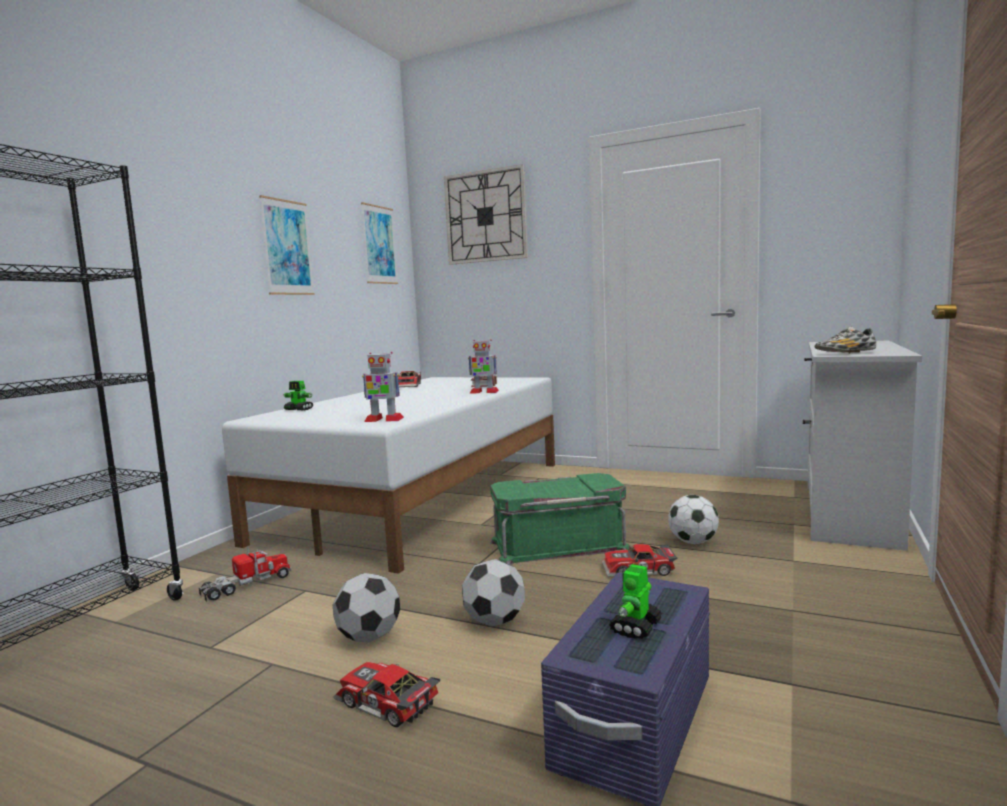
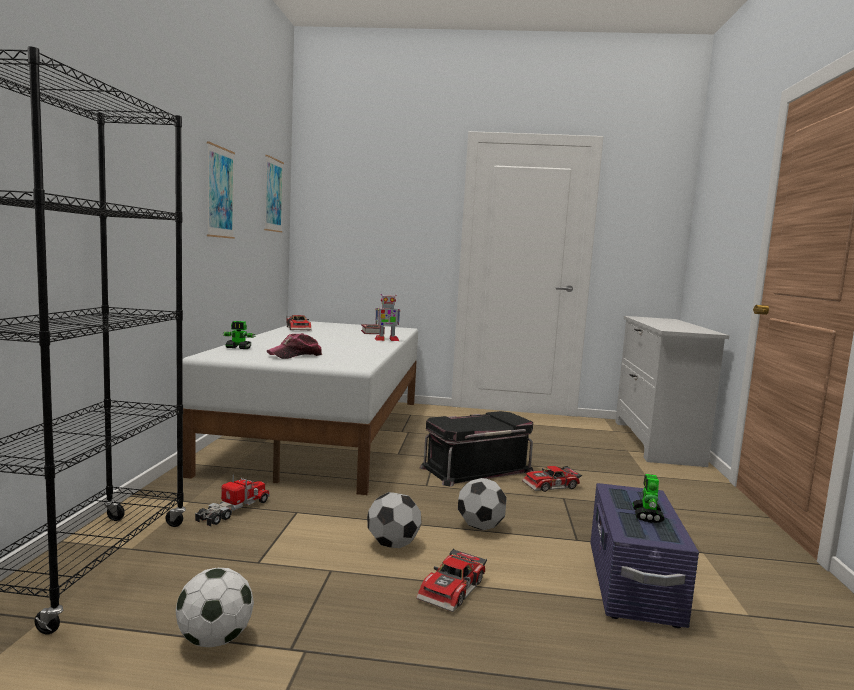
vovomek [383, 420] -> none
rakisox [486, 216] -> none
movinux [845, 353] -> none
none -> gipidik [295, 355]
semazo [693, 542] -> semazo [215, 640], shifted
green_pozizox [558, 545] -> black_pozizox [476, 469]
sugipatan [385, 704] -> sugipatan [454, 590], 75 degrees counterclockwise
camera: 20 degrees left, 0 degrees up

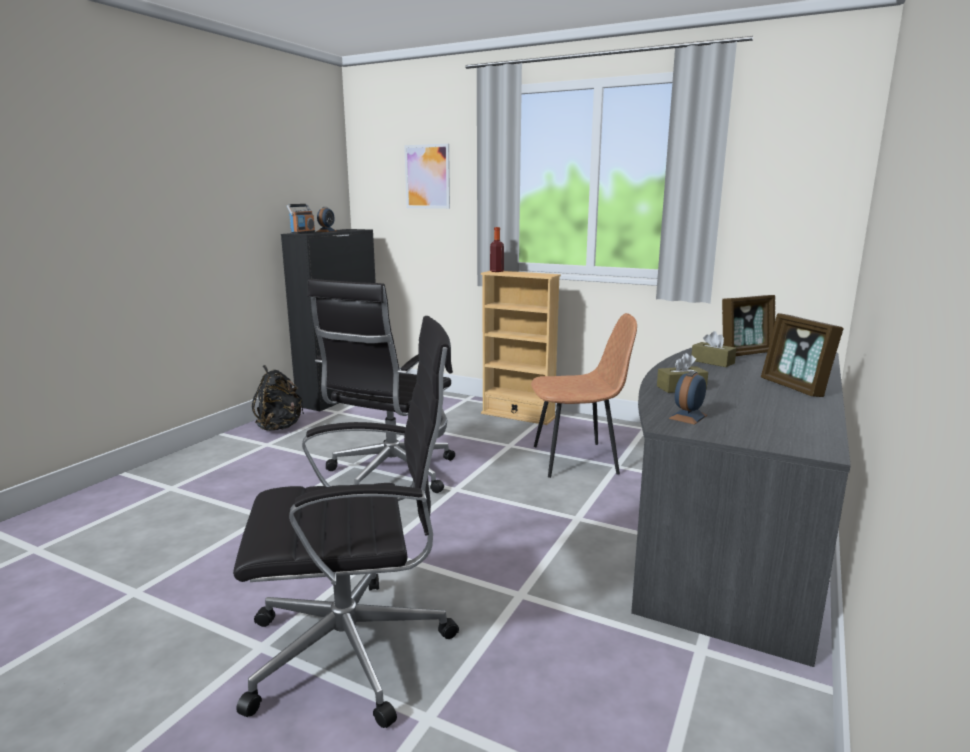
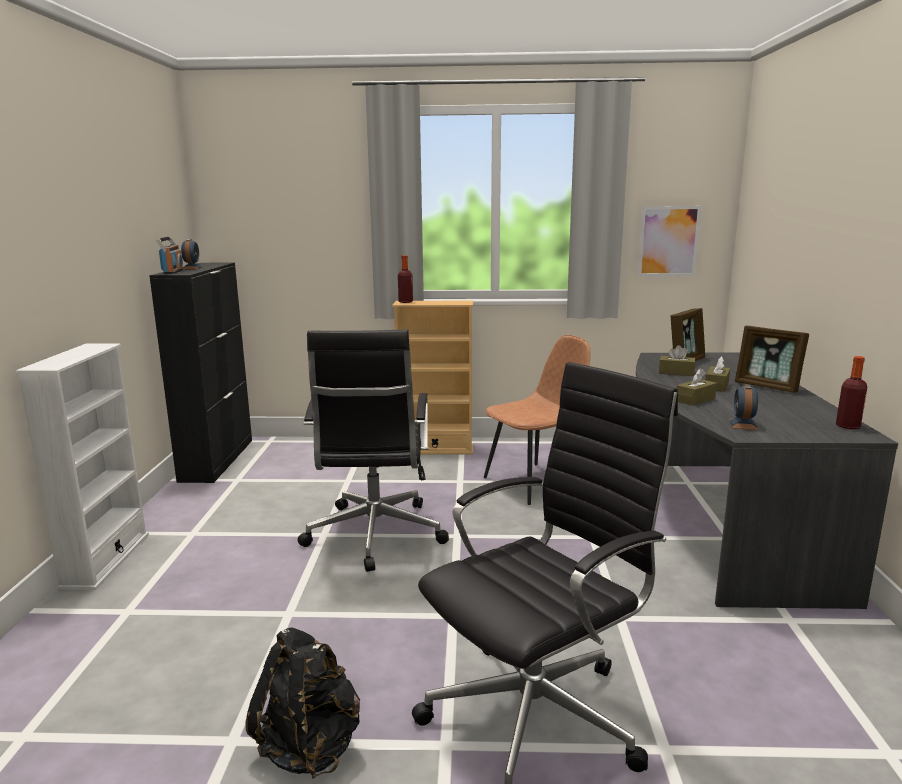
none -> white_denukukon [106, 560]
none -> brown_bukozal [716, 386]
none -> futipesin [848, 426]
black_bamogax [279, 427] -> black_bamogax [310, 745], shifted
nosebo [427, 176] -> nosebo [668, 241], shifted
camera: 25 degrees left, 0 degrees up

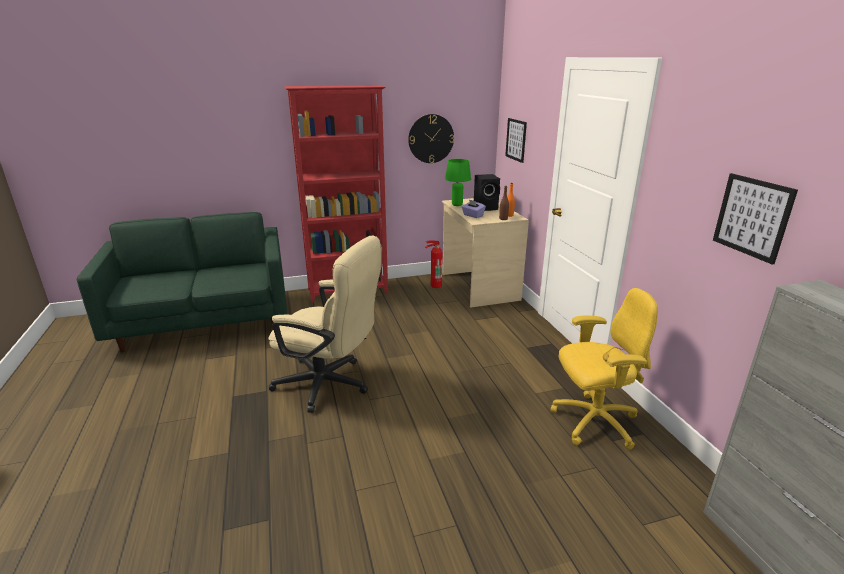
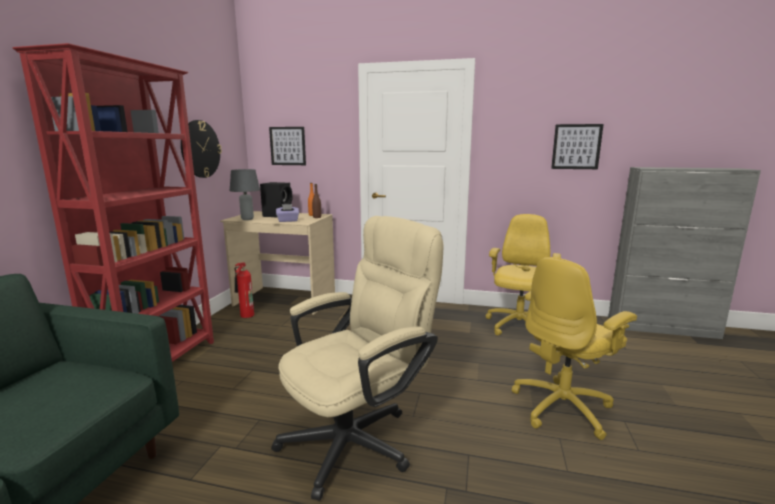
none -> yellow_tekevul [563, 407]
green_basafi [456, 205] -> grey_basafi [247, 219]
camera: 60 degrees left, 10 degrees down

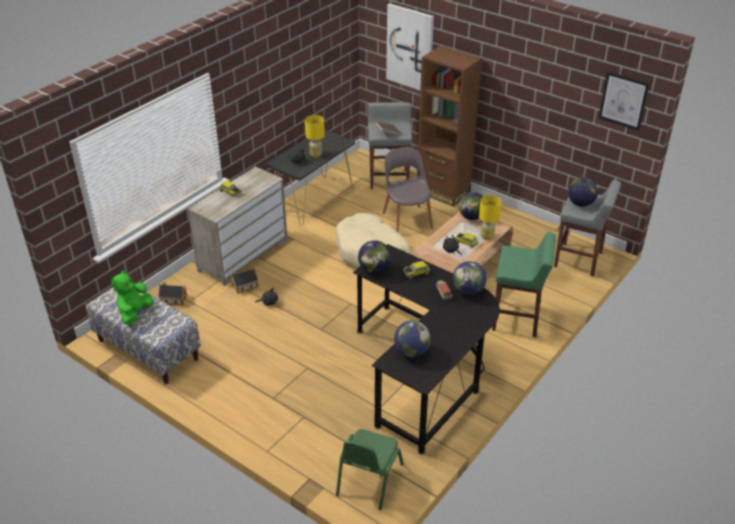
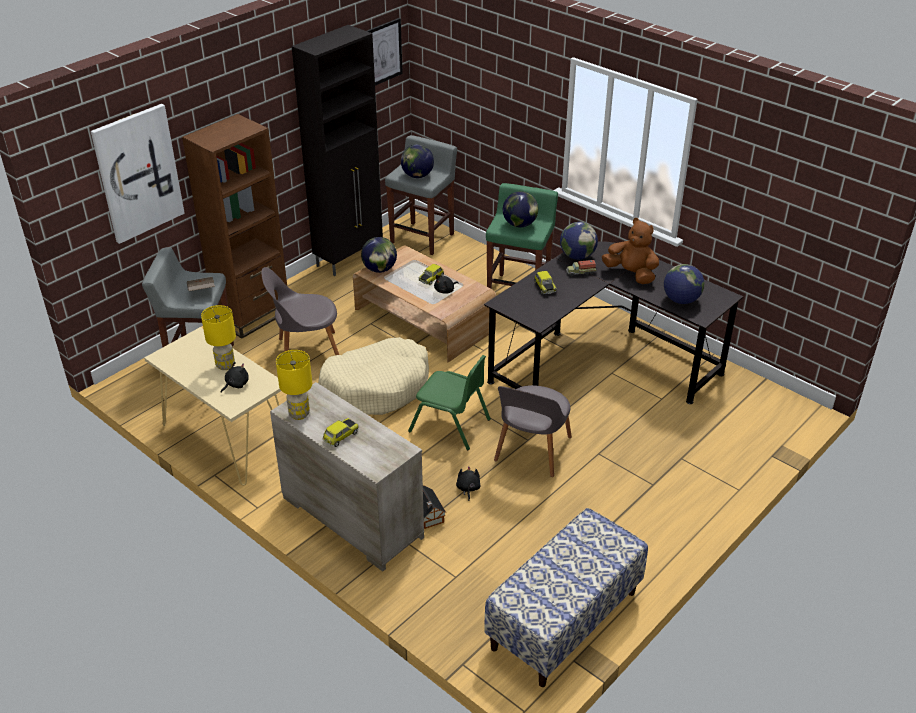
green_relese [135, 313] -> none
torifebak [173, 299] -> none
none -> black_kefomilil [349, 258]
none -> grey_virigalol [531, 451]
none -> brown_relese [631, 274]
green_virigalol [368, 479] -> green_virigalol [450, 425], shifted
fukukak [374, 269] -> fukukak [519, 224], shifted
yellow_basafi [487, 237] -> yellow_basafi [299, 414], shifted
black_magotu [313, 200] -> beige_magotu [226, 438]
camera: 85 degrees left, 0 degrees up

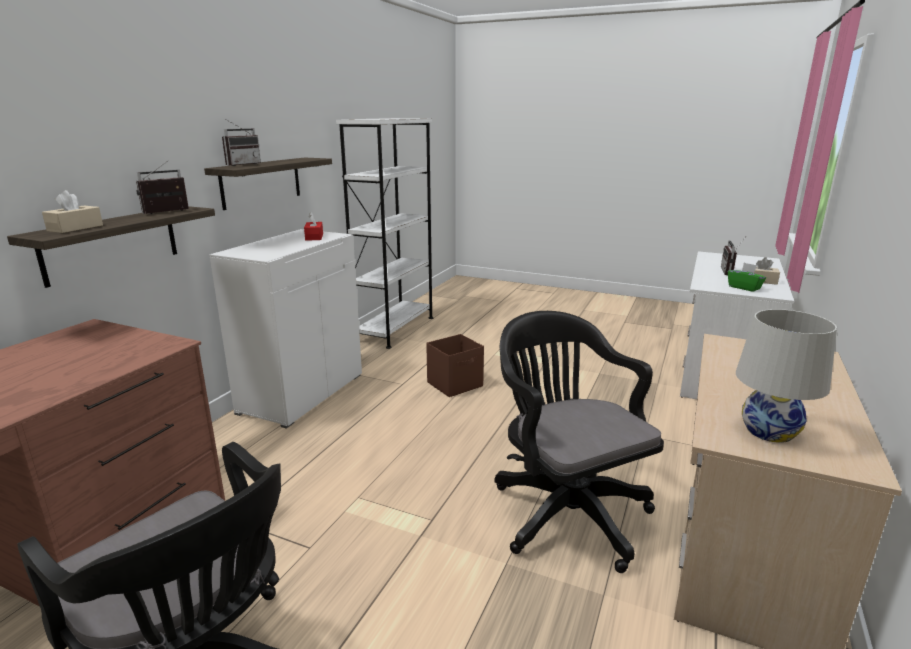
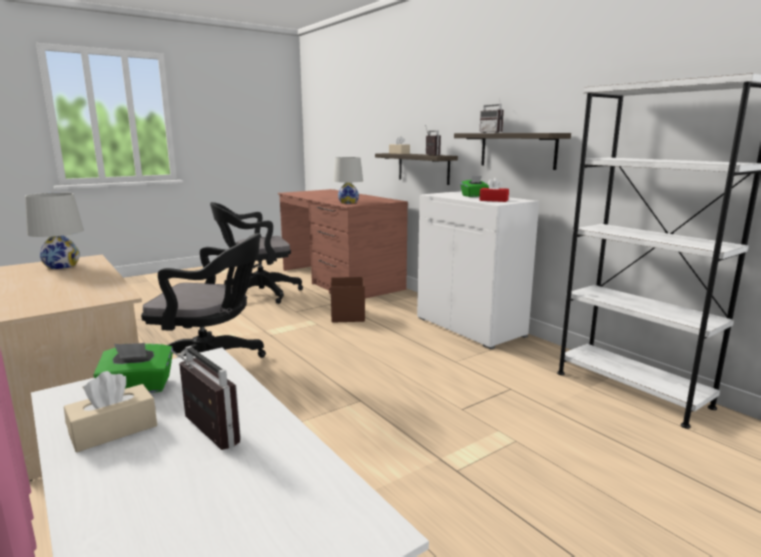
none -> white_basafi [348, 202]
none -> green_bukozal [474, 196]
brown_pozizox [455, 384] -> brown_pozizox [347, 316], shifted
camera: 120 degrees right, 5 degrees down

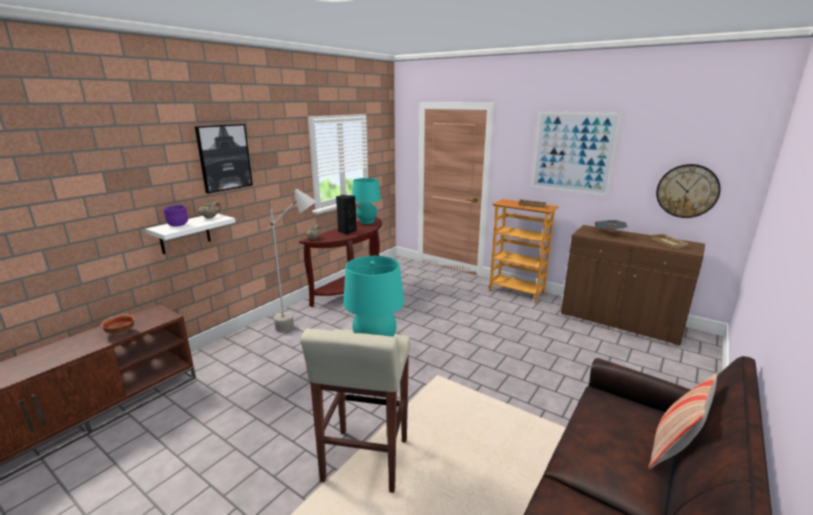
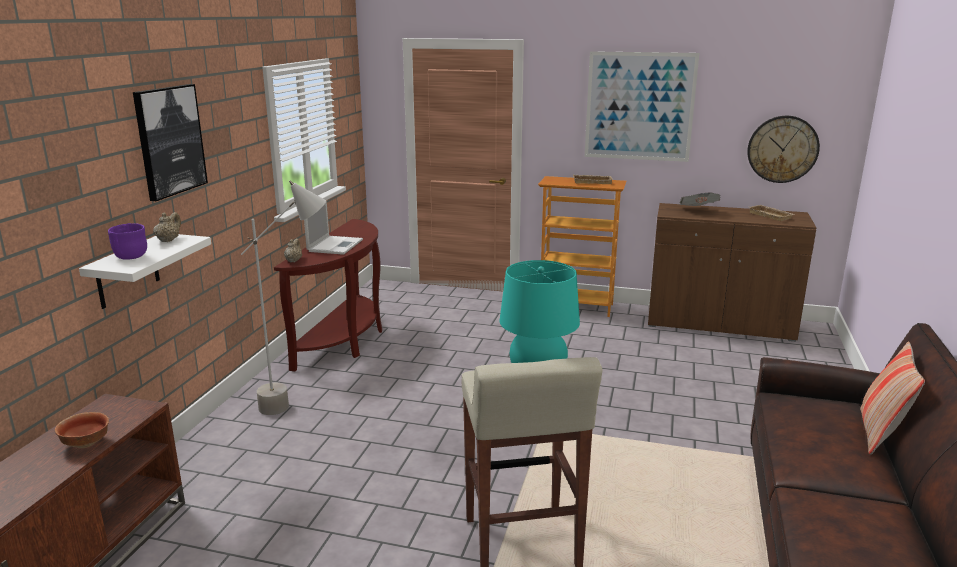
turquoise_basafi [367, 222] -> none
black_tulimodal [346, 231] -> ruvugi [335, 245]
camera: 20 degrees left, 0 degrees up

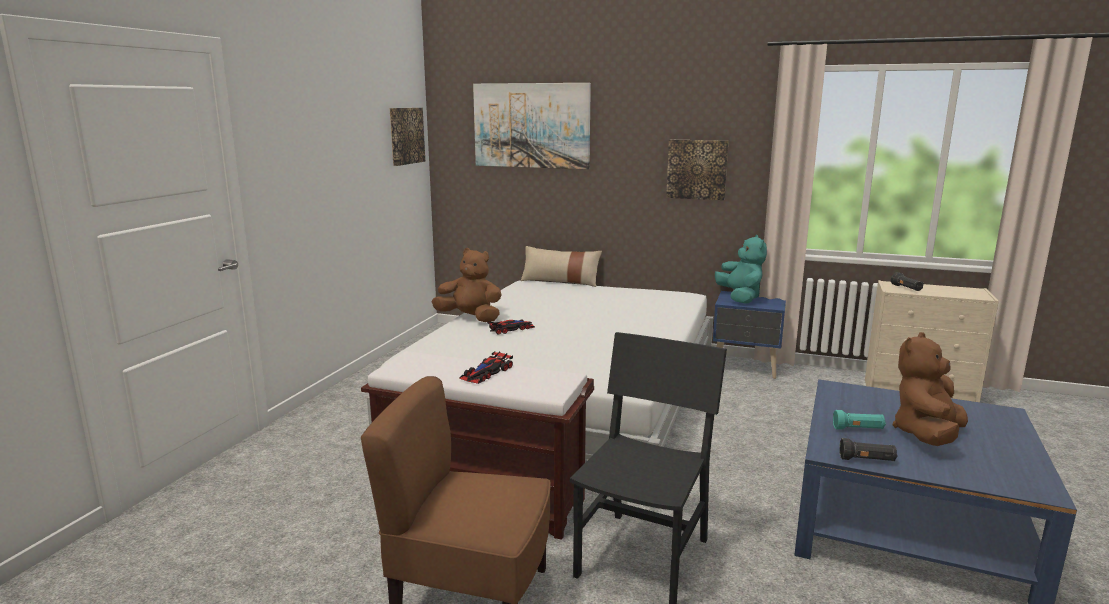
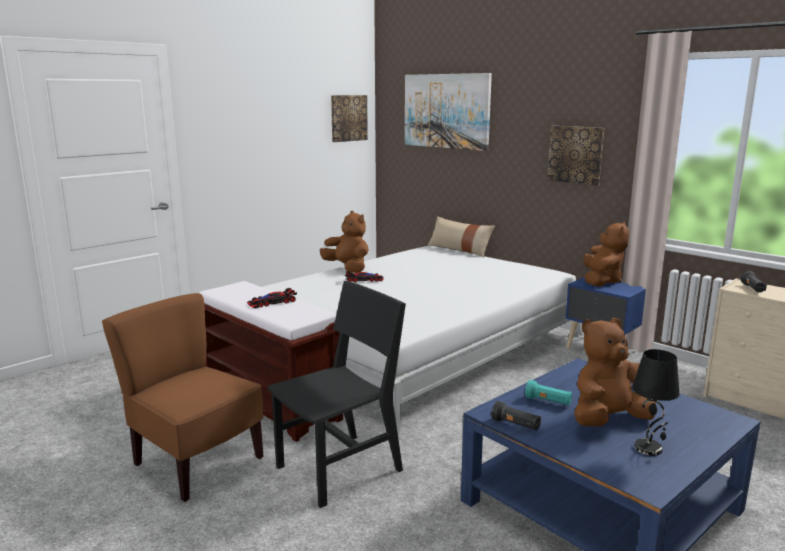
none -> black_basafi [649, 448]
turquoise_relese [740, 298] -> brown_relese [601, 281]
camera: 25 degrees right, 0 degrees up

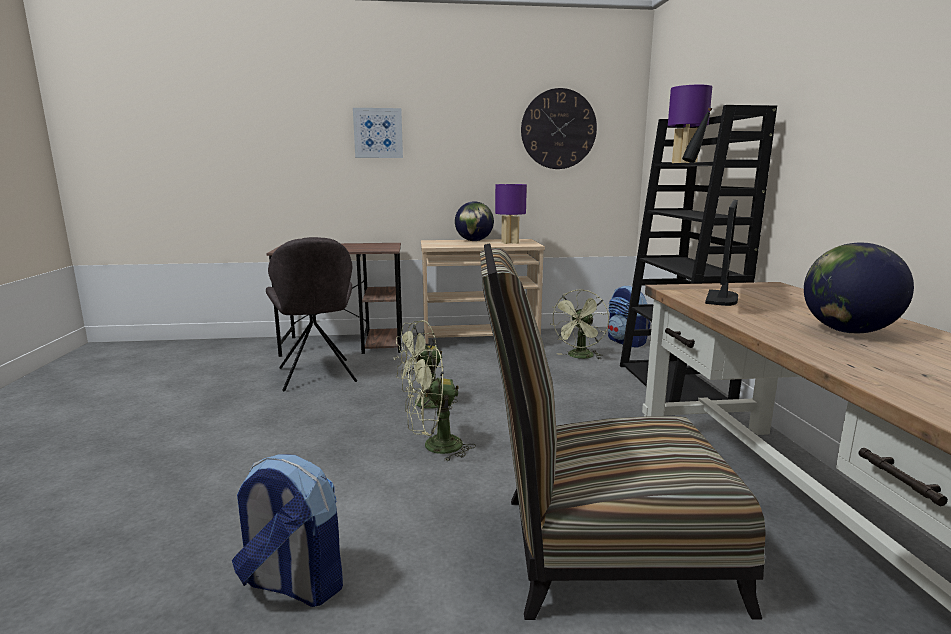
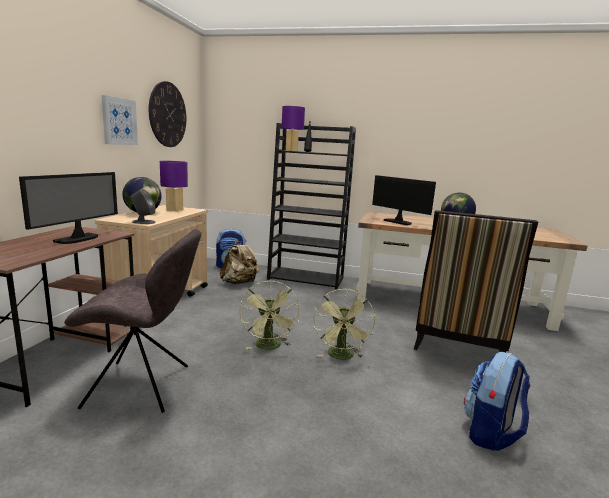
none -> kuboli [78, 239]
none -> grey_tulimodal [143, 222]
nosebo [378, 133] -> nosebo [119, 121], shifted
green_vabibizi [579, 357] -> beige_bamogax [239, 283]
camera: 70 degrees left, 0 degrees up

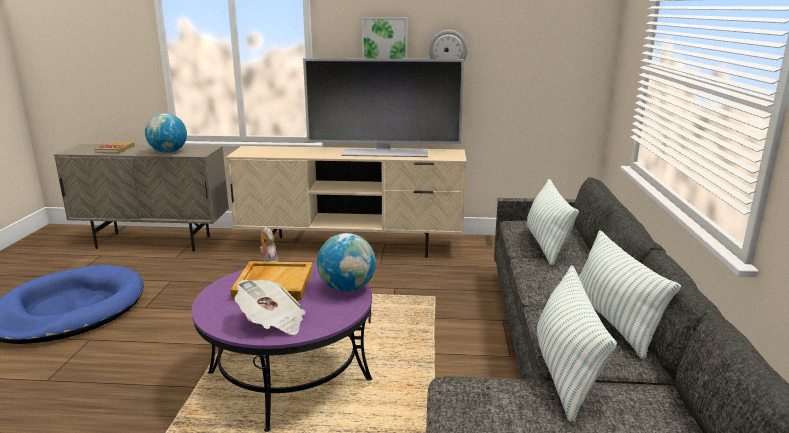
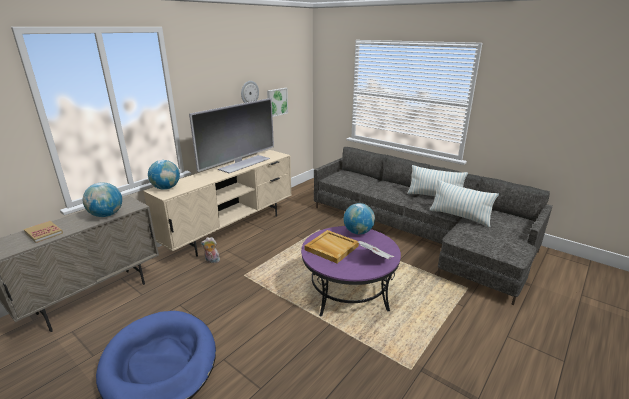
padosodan [546, 244] -> none
none -> fukukak [166, 188]
nosebo [384, 41] -> nosebo [276, 102], shifted
camera: 55 degrees left, 5 degrees up

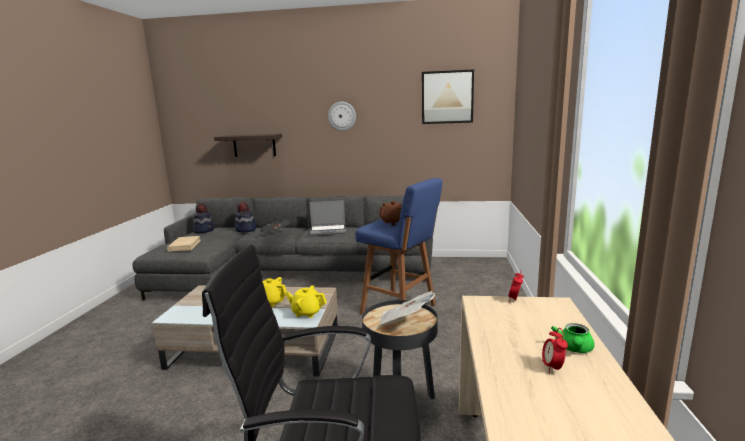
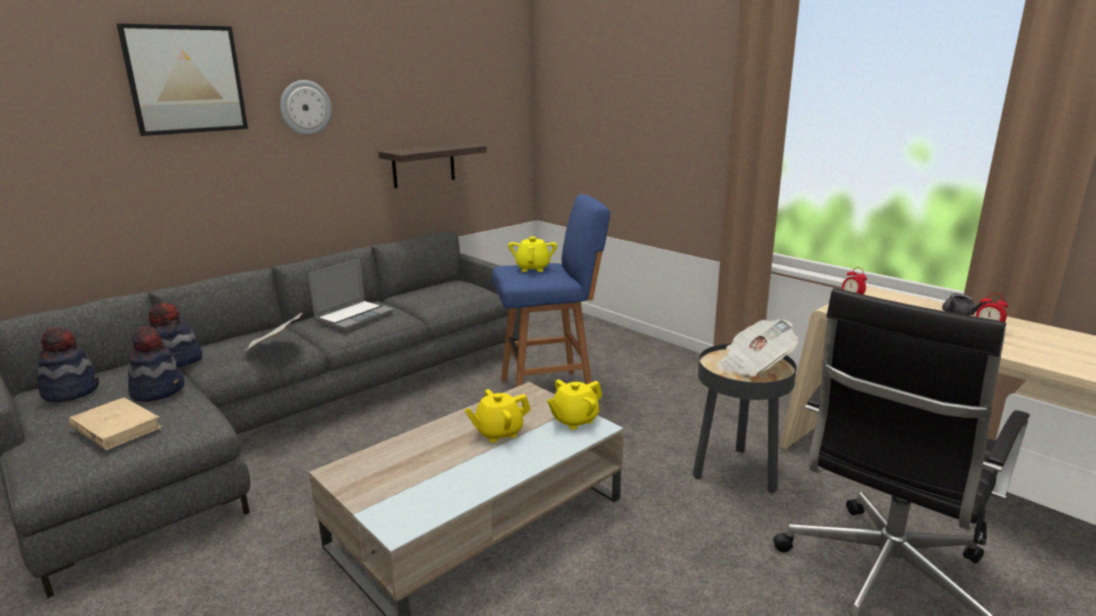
none -> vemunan [158, 390]
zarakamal [254, 145] -> zarakamal [423, 165], shifted
nosebo [447, 97] -> nosebo [186, 80], shifted
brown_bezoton [393, 222] -> yellow_bezoton [533, 268]
green_bezoton [574, 349] -> grey_bezoton [962, 314]
camera: 50 degrees left, 5 degrees up

